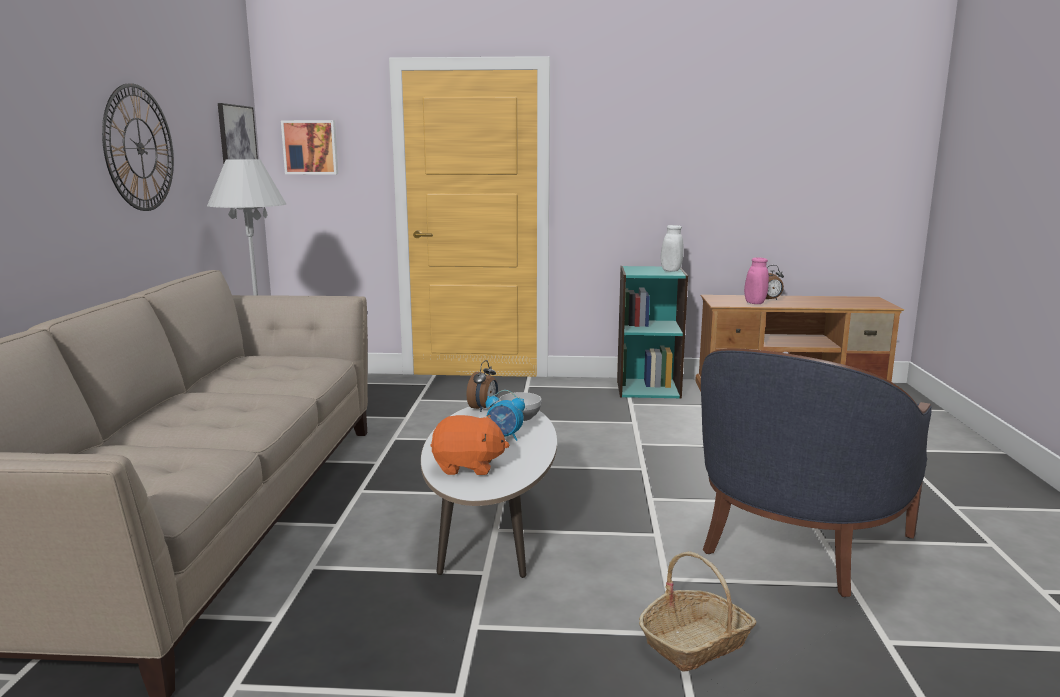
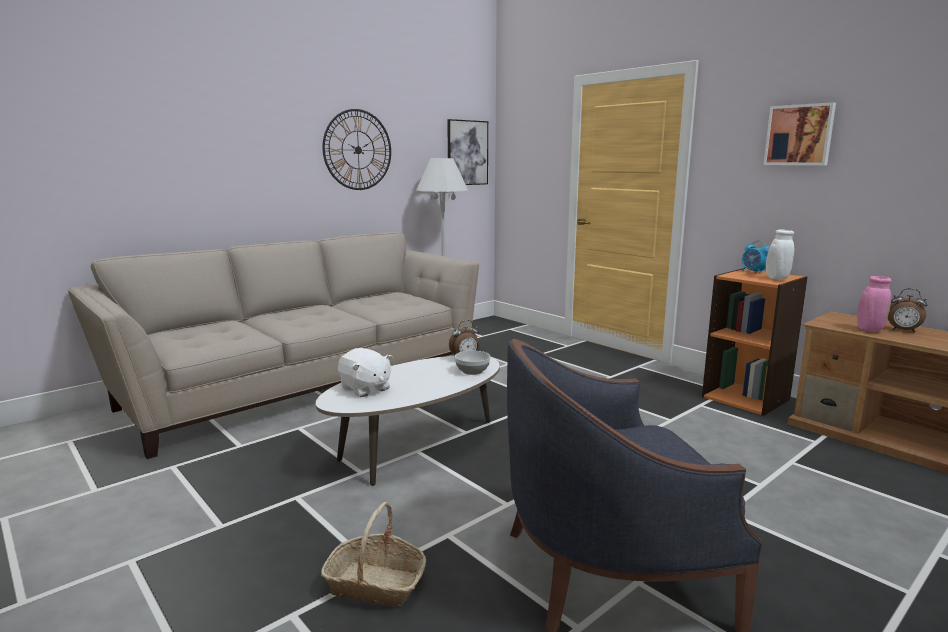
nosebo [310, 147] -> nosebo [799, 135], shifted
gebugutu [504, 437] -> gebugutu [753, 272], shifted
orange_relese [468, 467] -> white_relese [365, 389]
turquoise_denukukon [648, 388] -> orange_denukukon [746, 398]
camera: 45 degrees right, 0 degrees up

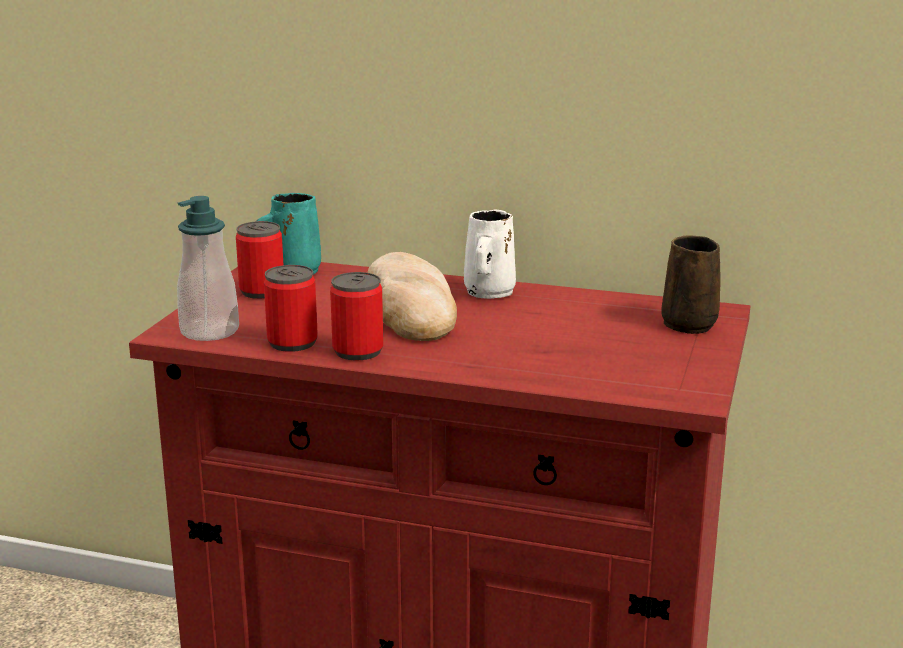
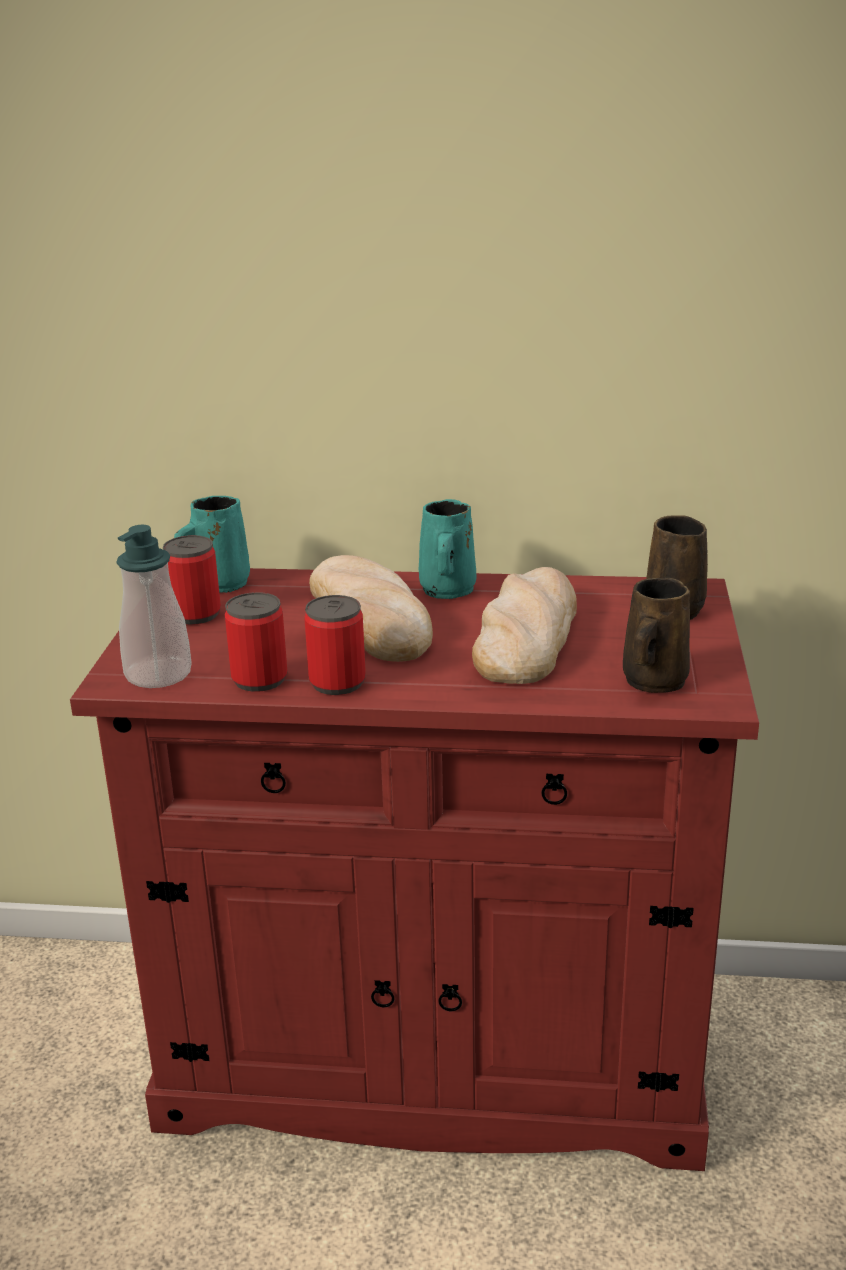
none -> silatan [526, 635]
none -> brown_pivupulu [653, 682]
white_pivupulu [488, 293] -> turquoise_pivupulu [447, 591]
camera: 10 degrees left, 5 degrees up

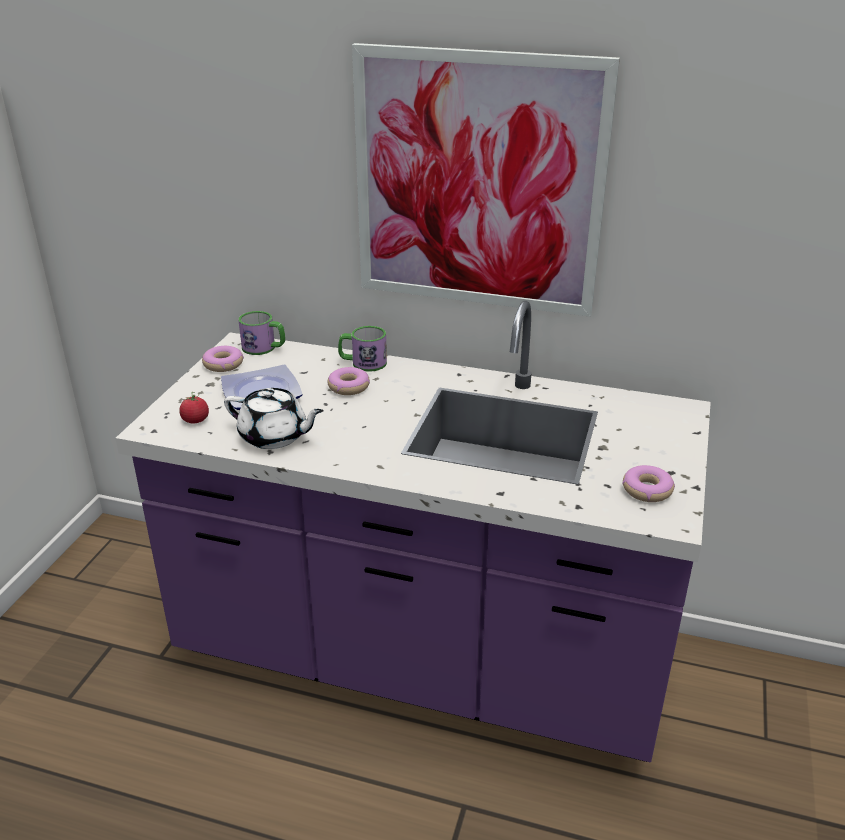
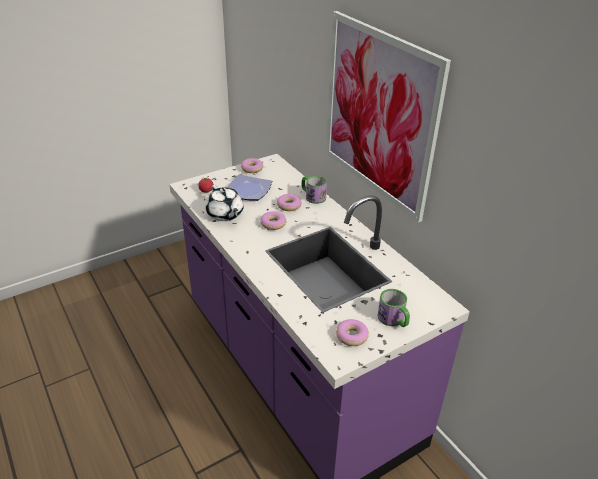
none -> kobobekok [273, 224]
pivupulu [264, 348] -> pivupulu [393, 320], shifted
camera: 40 degrees right, 5 degrees up

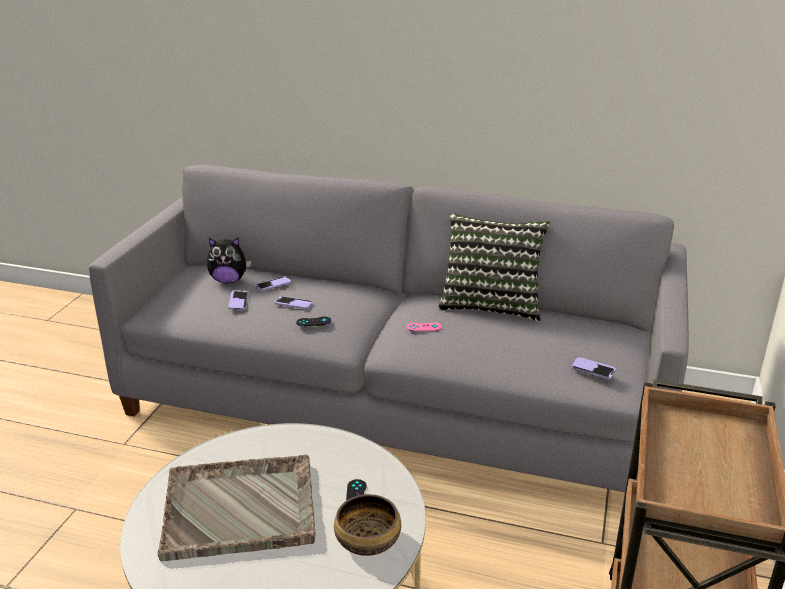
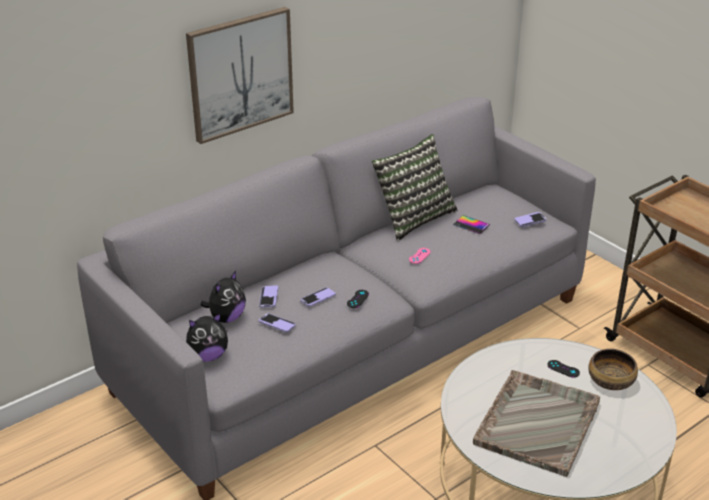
none -> nosebo [240, 74]
none -> relese [208, 356]
none -> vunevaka [471, 225]
camera: 55 degrees left, 5 degrees up

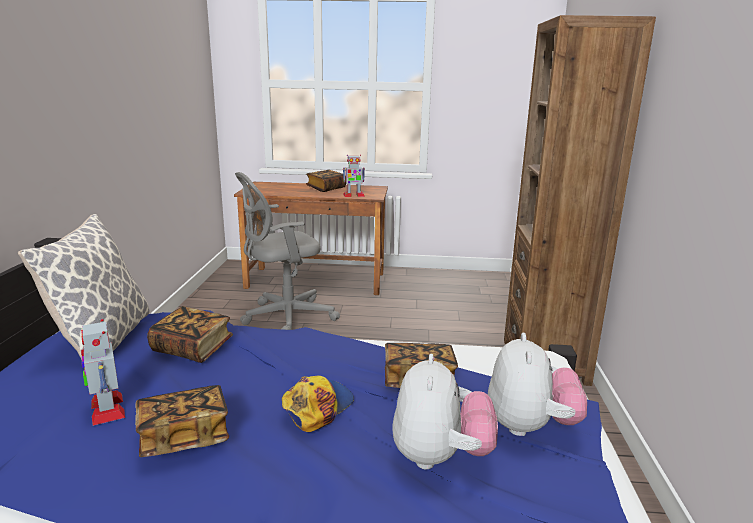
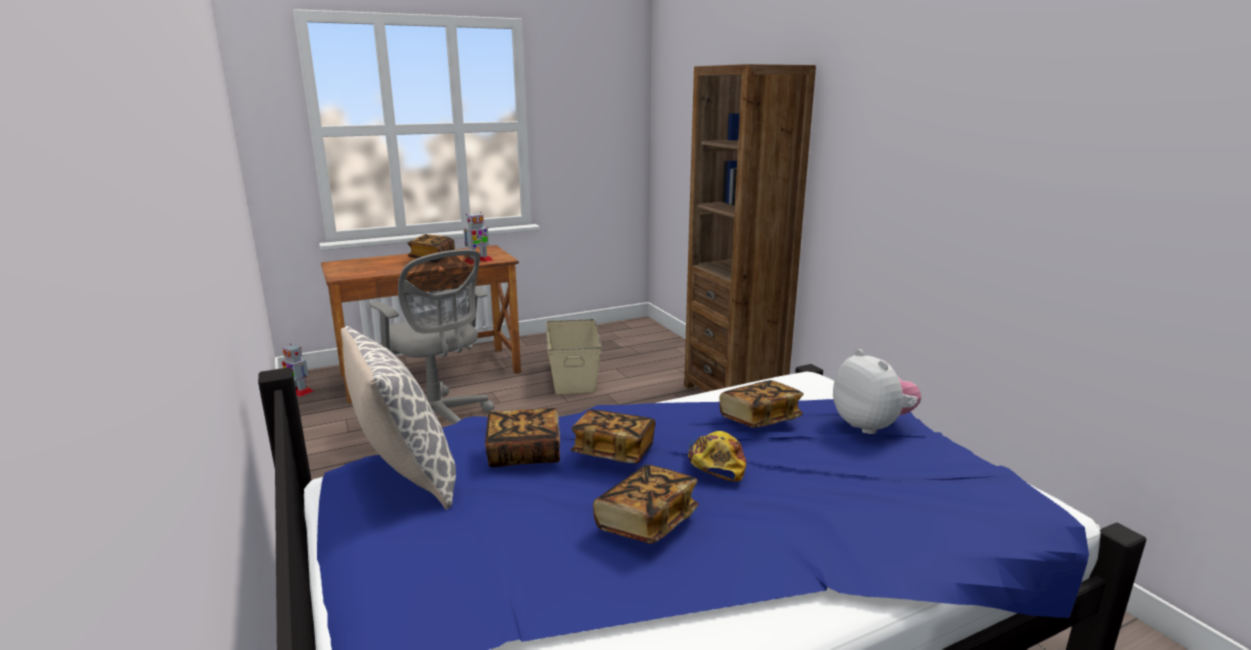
relese [440, 457] -> none
none -> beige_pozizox [574, 376]
none -> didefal [614, 452]
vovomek [107, 408] -> vovomek [299, 391], shifted
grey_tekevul [284, 317] -> grey_tekevul [439, 421], 75 degrees counterclockwise
camera: 30 degrees left, 0 degrees up

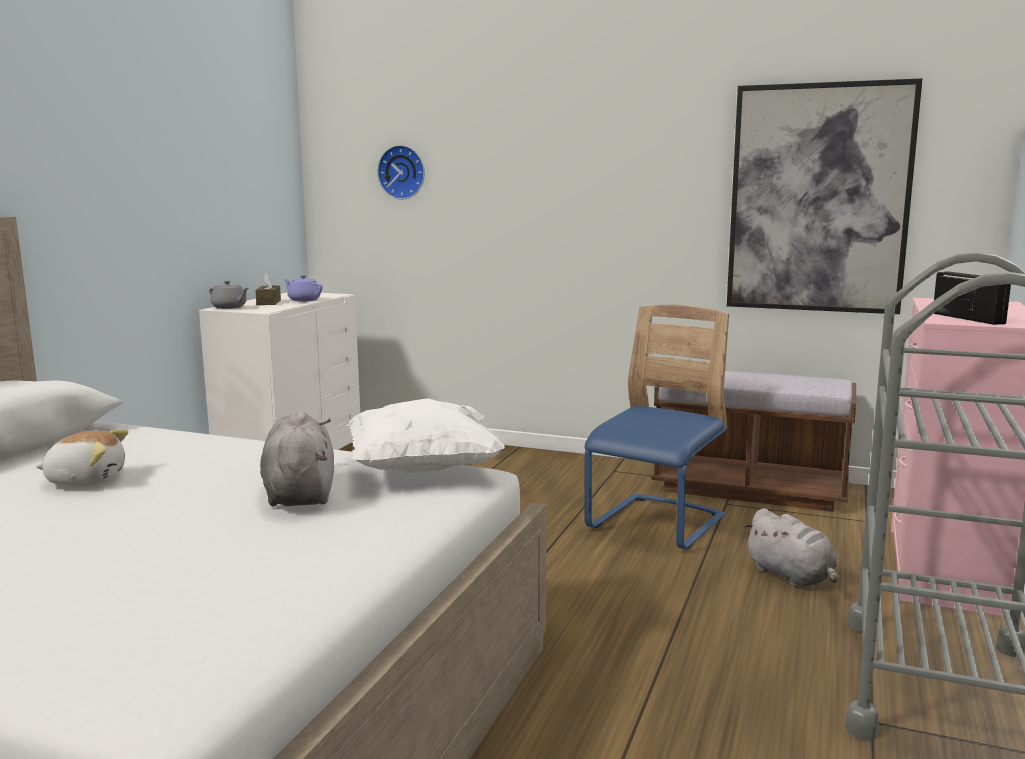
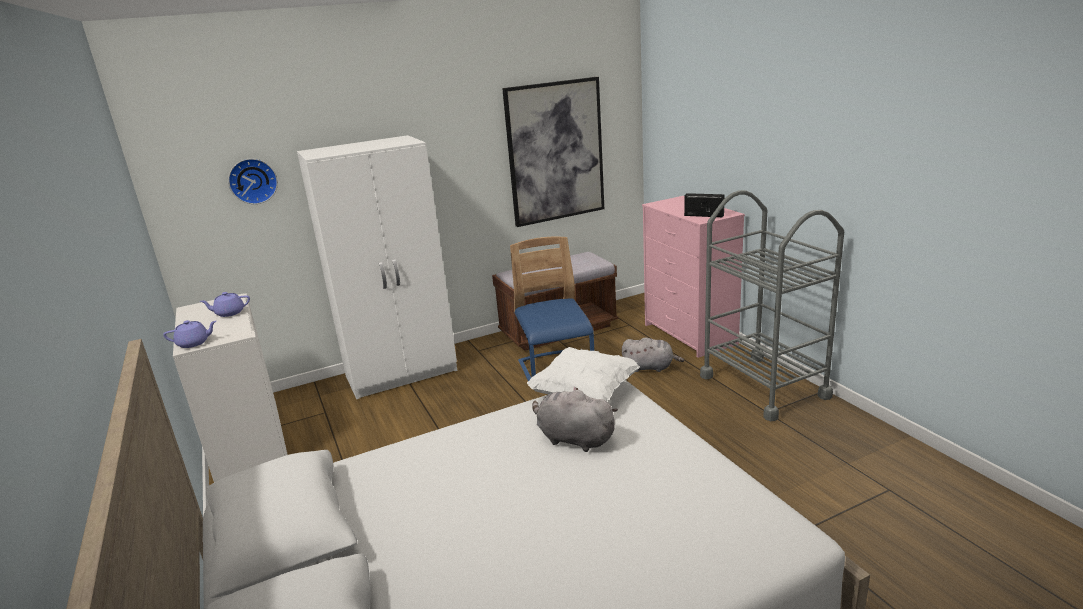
relese [86, 480] -> none
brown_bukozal [268, 302] -> none
none -> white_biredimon [402, 373]
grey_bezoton [230, 307] -> purple_bezoton [194, 343]
camera: 45 degrees left, 10 degrees up

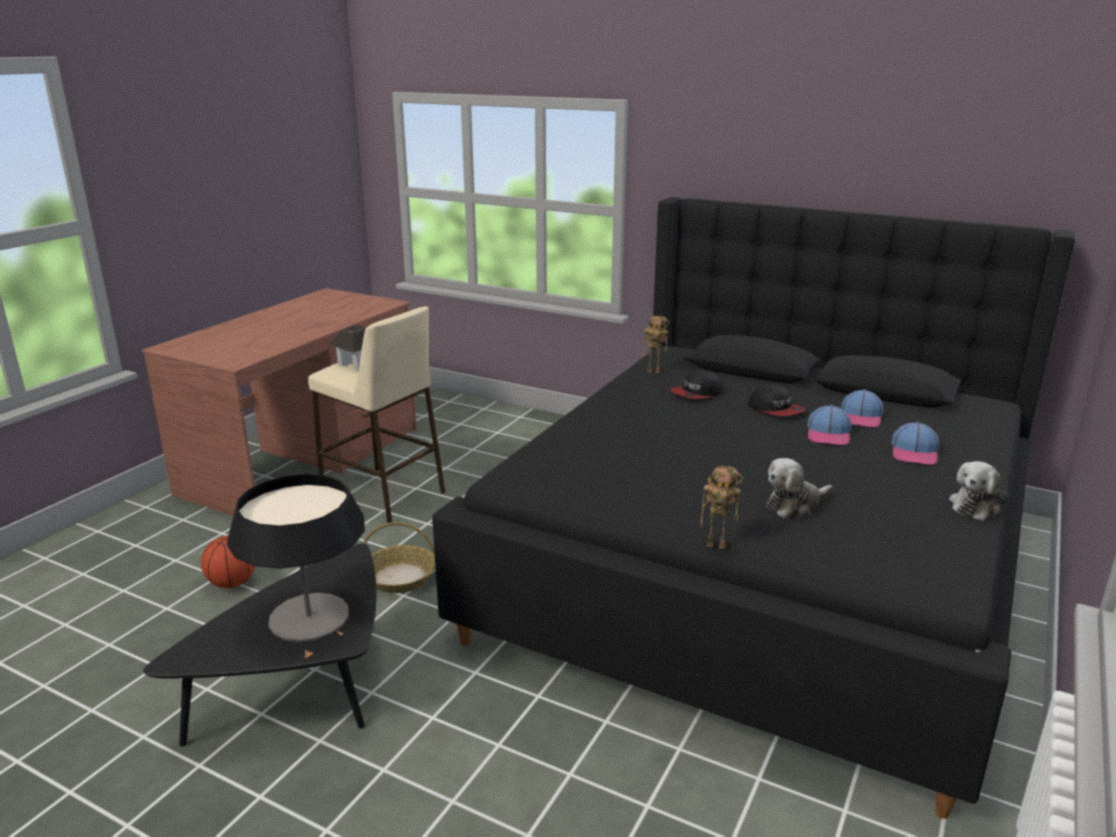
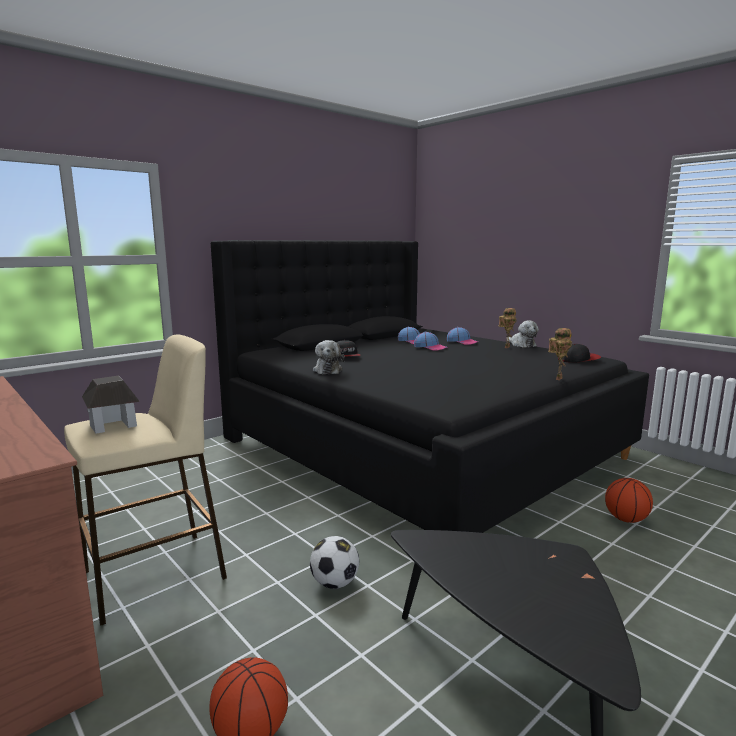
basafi [309, 617] -> none
none -> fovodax [625, 519]
vovomek [654, 371] -> vovomek [506, 347], shifted
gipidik [775, 409] -> gipidik [578, 359], shifted
relese [795, 505] -> relese [327, 370], shifted
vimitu [400, 577] -> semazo [335, 583]
camera: 70 degrees left, 10 degrees down

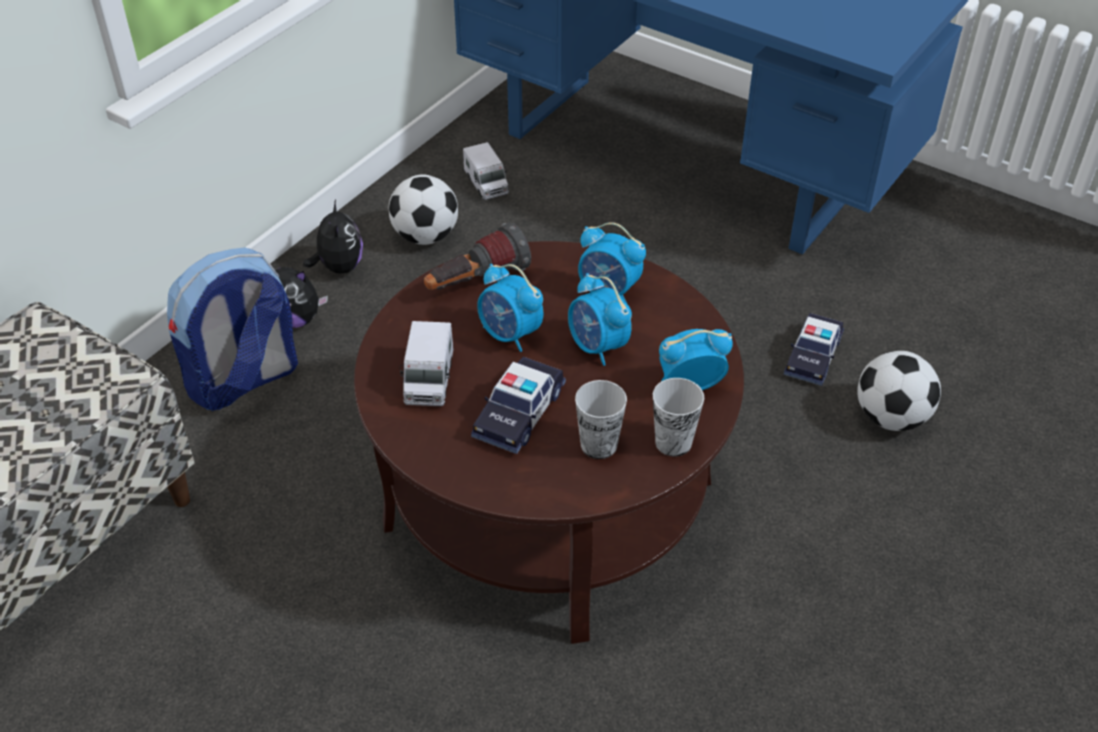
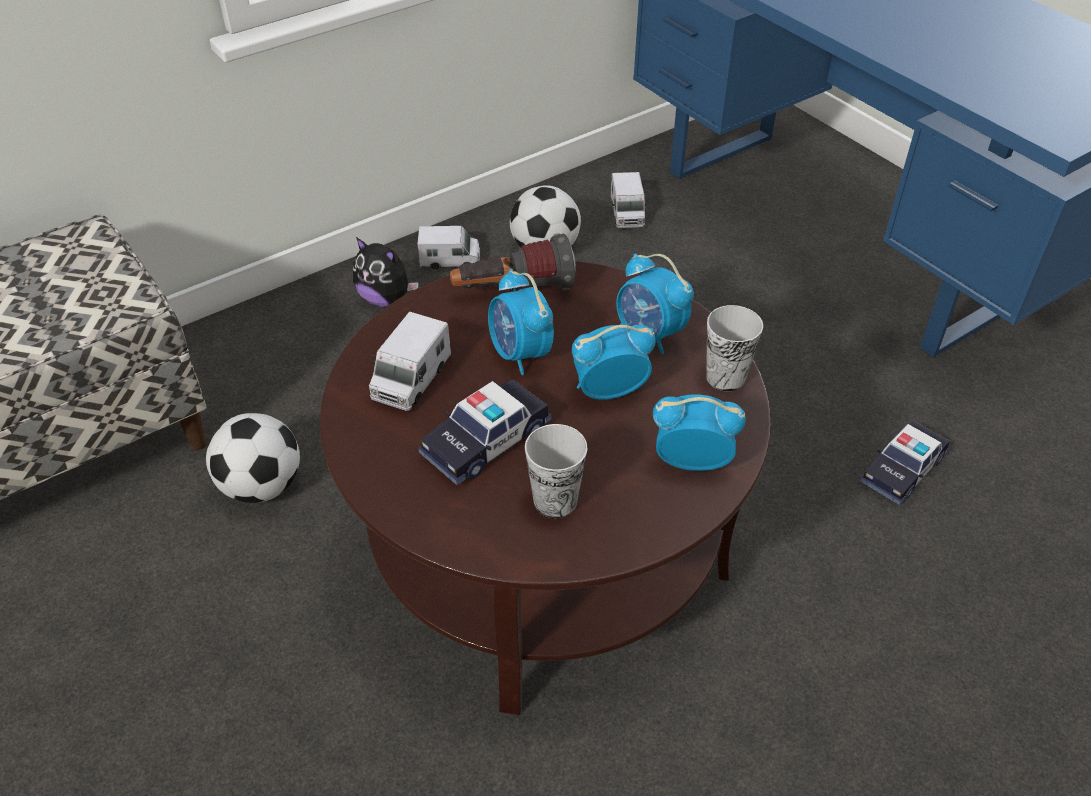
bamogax [244, 381] -> none
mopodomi [673, 442] -> mopodomi [725, 377], shifted
semazo [891, 418] -> semazo [261, 486], shifted
relese [339, 267] -> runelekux [450, 260]
gebugutu [597, 347] -> gebugutu [608, 391], 90 degrees clockwise
camera: 20 degrees right, 0 degrees up

